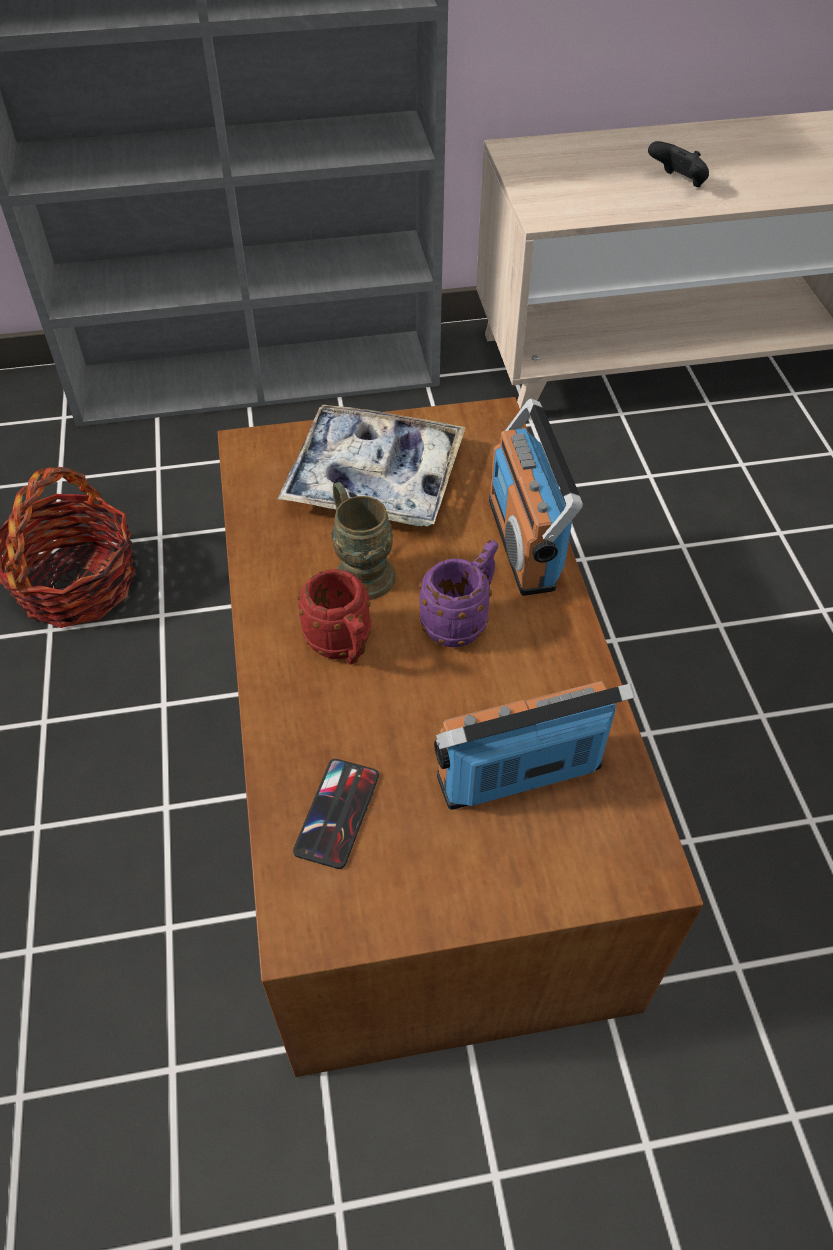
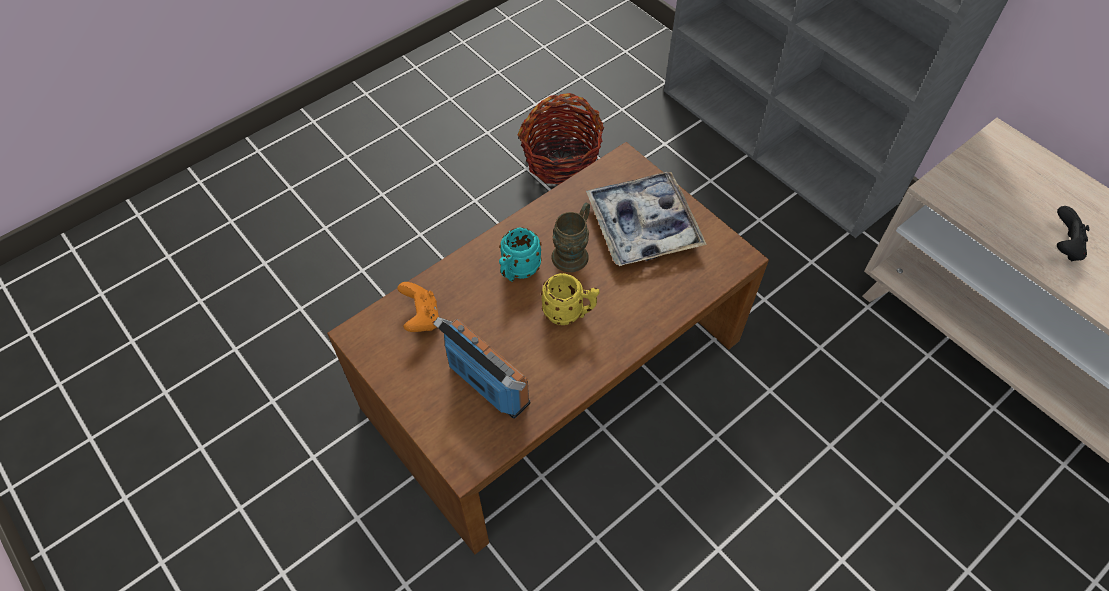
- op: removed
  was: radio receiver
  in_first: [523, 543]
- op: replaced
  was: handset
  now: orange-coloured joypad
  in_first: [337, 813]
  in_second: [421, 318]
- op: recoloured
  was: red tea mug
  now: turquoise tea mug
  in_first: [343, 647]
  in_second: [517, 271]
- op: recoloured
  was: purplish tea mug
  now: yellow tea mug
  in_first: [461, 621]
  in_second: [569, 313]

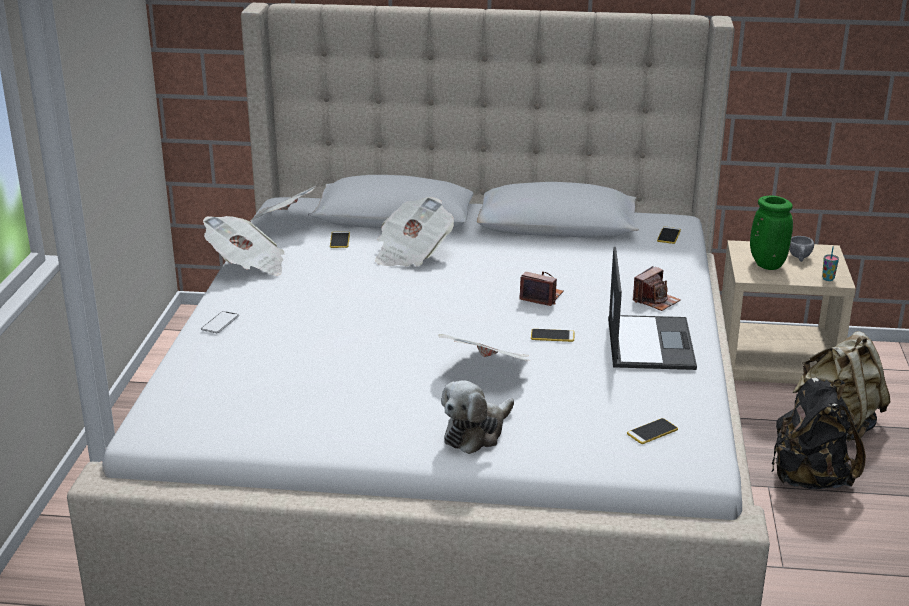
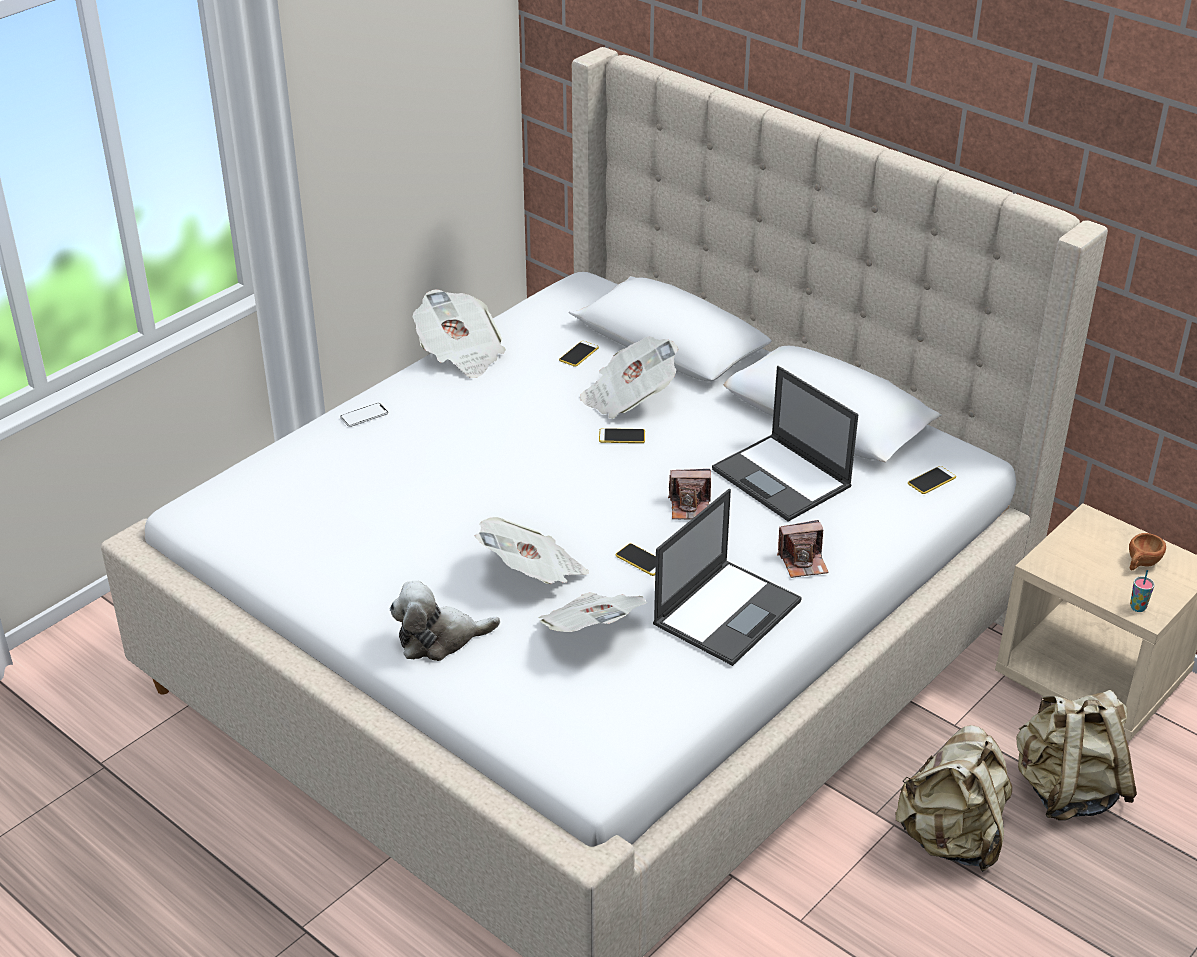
- op: removed
  was: green decorative vase
  in_first: [766, 264]
- op: added
  now: laptop
  in_second: [783, 478]
- op: moved
  was: printed paper
  in_first: [283, 222]
  in_second: [592, 632]
- op: moved
  was: handset
  in_first: [652, 432]
  in_second: [622, 436]
- op: recoloured
  was: black knapsack
  now: sand-coloured knapsack
  in_first: [809, 479]
  in_second: [951, 839]
- op: recoloured
  was: greyish small cup
  now: brown small cup
  in_first: [799, 258]
  in_second: [1141, 564]
- op: turned
  was: photo camera
  in_first: [541, 297]
  in_second: [690, 507]
  clockwise: 120

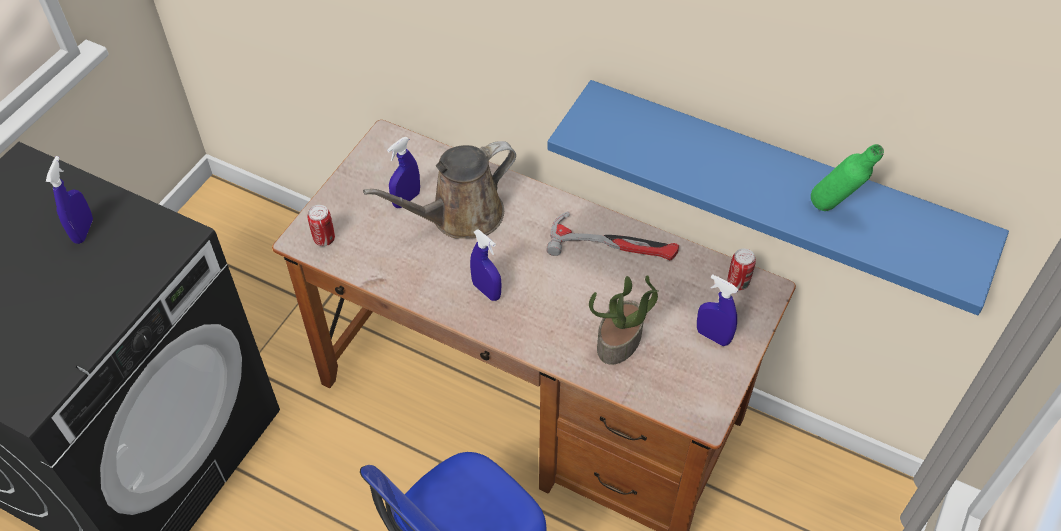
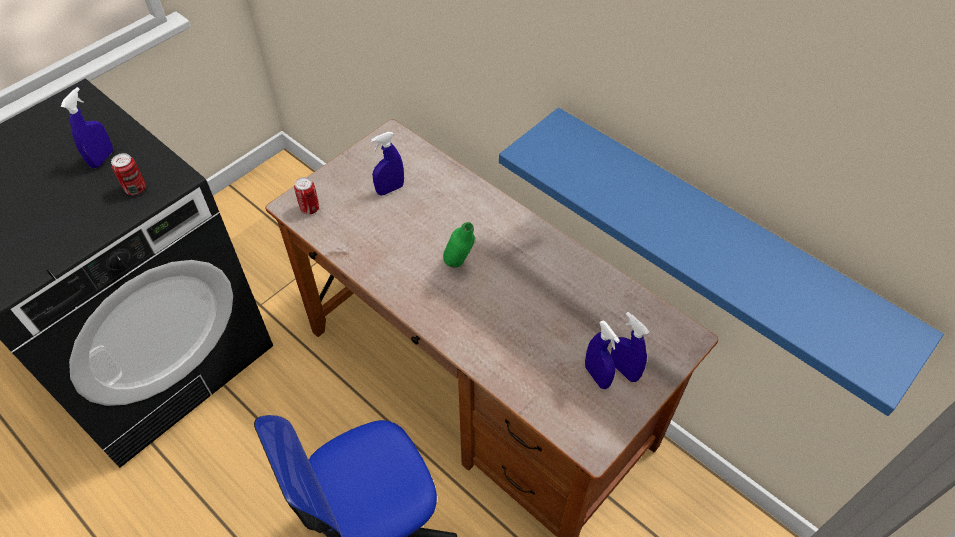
- op: removed
  was: brown watering can
  in_first: [460, 216]
- op: removed
  was: hammer
  in_first: [613, 244]
- op: removed
  was: potted plant
  in_first: [620, 341]
- op: moved
  was: blue hand sprayer
  in_first: [486, 291]
  in_second: [597, 376]
- op: moved
  was: can
  in_first: [738, 282]
  in_second: [136, 189]
- op: moved
  was: green beverage bottle
  in_first: [833, 210]
  in_second: [459, 268]

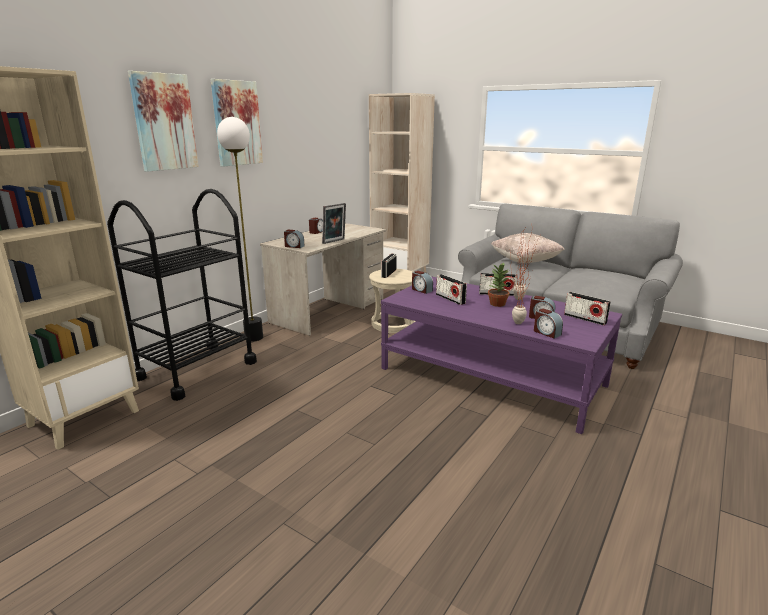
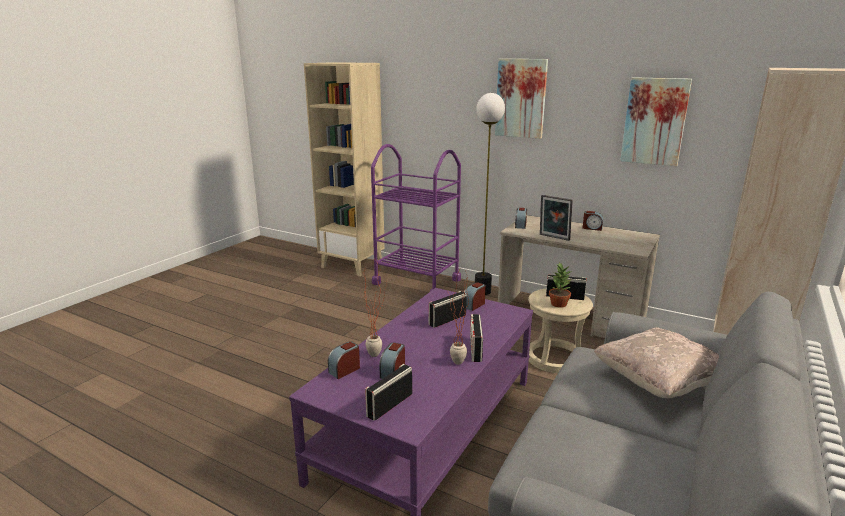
- op: moved
  was: picture
  in_first: [164, 122]
  in_second: [654, 121]
- op: moved
  was: potted plant
  in_first: [497, 304]
  in_second: [558, 304]
- op: recoloured
  was: black cart
  now: purplish cart
  in_first: [197, 370]
  in_second: [416, 281]

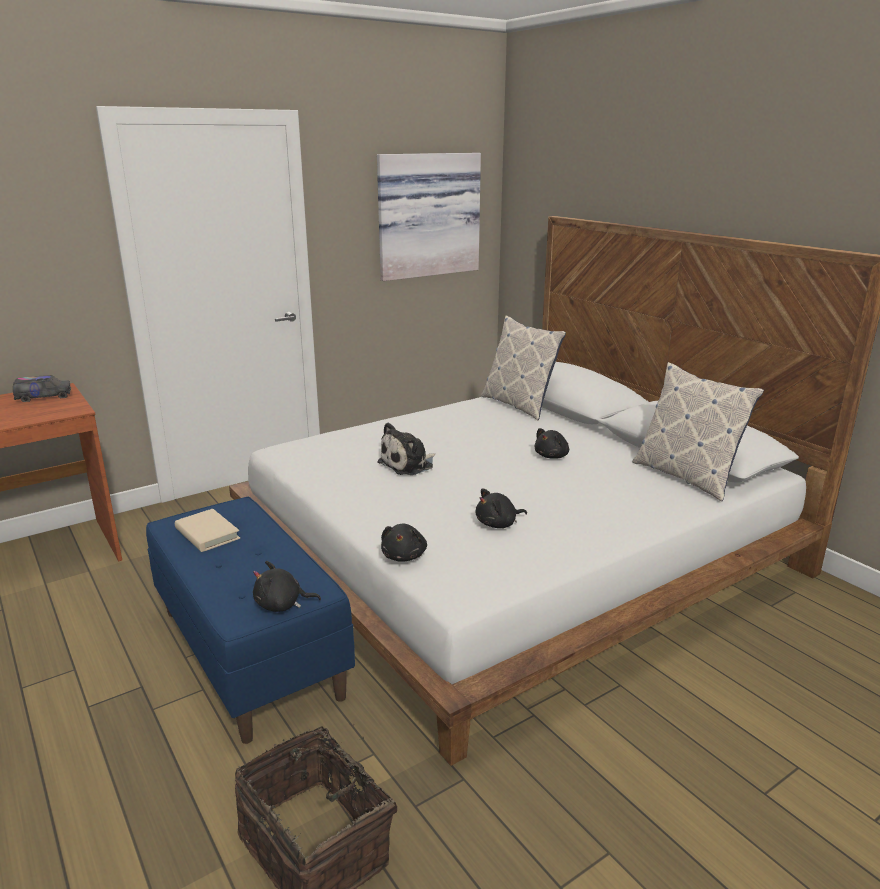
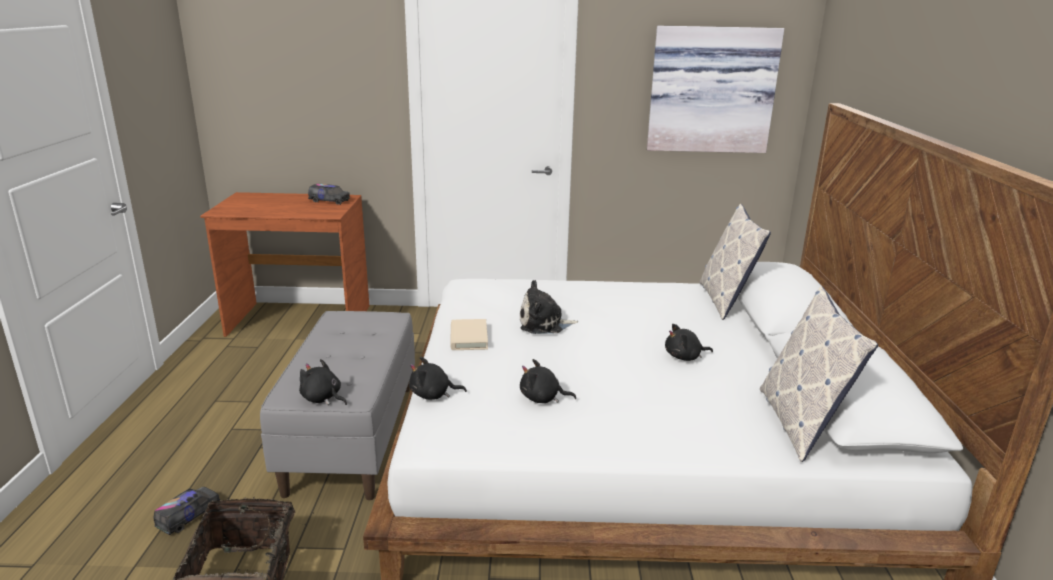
- op: added
  now: model truck
  in_second: [189, 516]
- op: moved
  was: sand-coloured book
  in_first: [207, 534]
  in_second: [468, 338]
- op: recoloured
  was: blue long seat
  now: greyish long seat
  in_first: [251, 652]
  in_second: [353, 437]
- op: turned
  was: black soft toy
  in_first: [404, 556]
  in_second: [433, 395]
  clockwise: 45

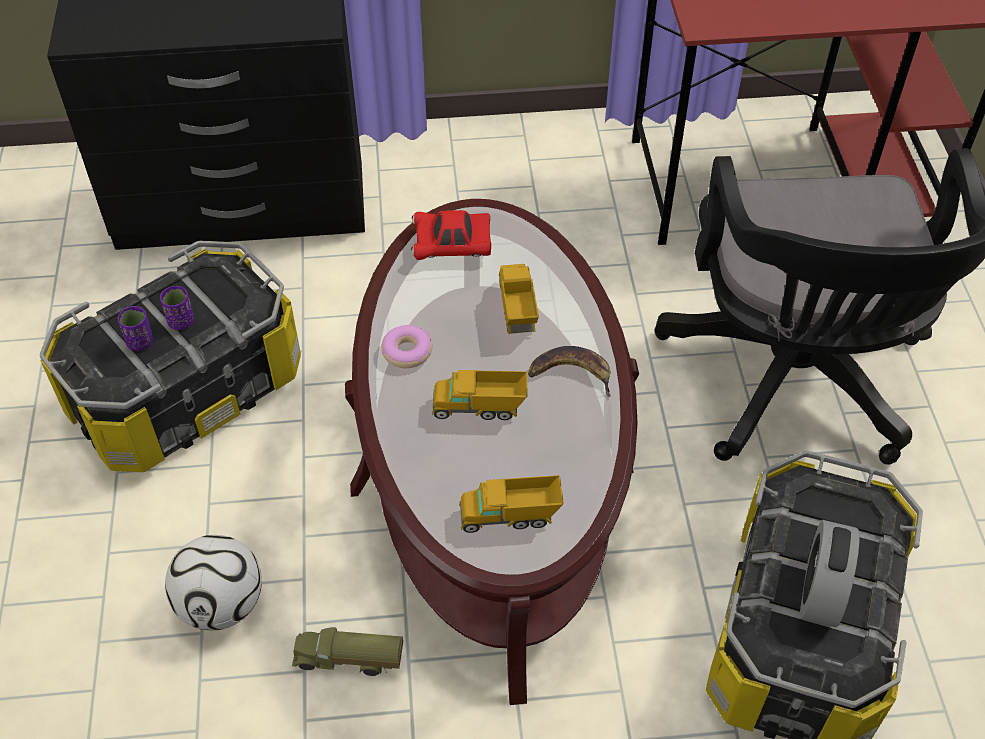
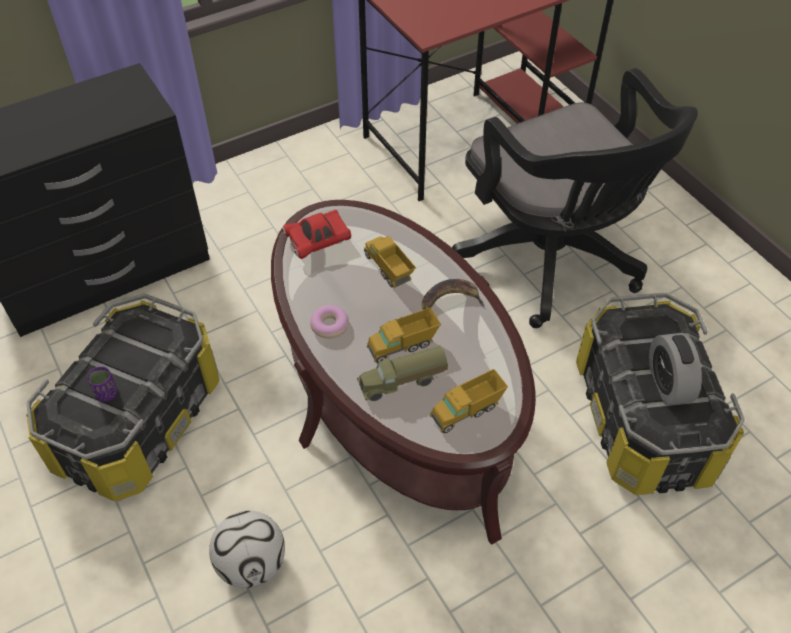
- op: removed
  was: purplish small cup
  in_first: [181, 321]
- op: moved
  was: model truck
  in_first: [349, 660]
  in_second: [402, 382]

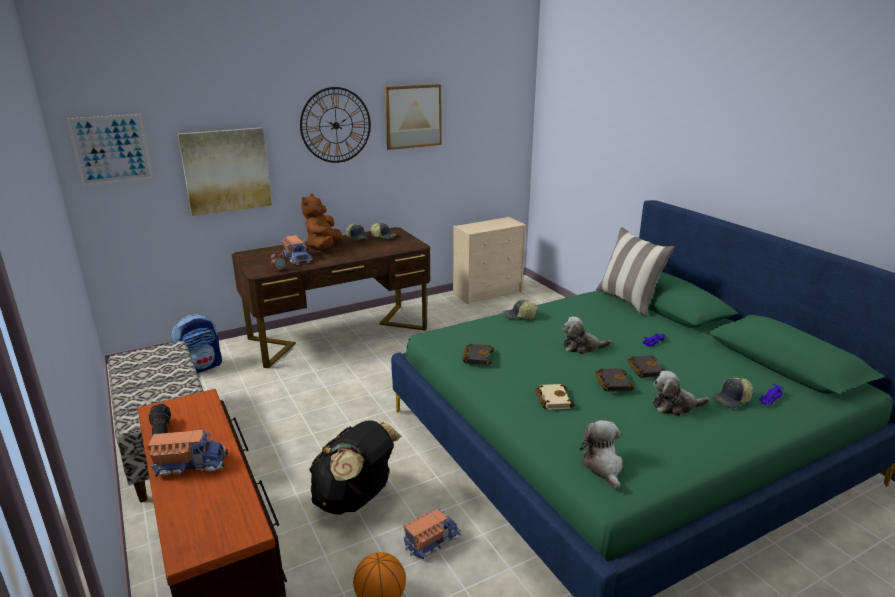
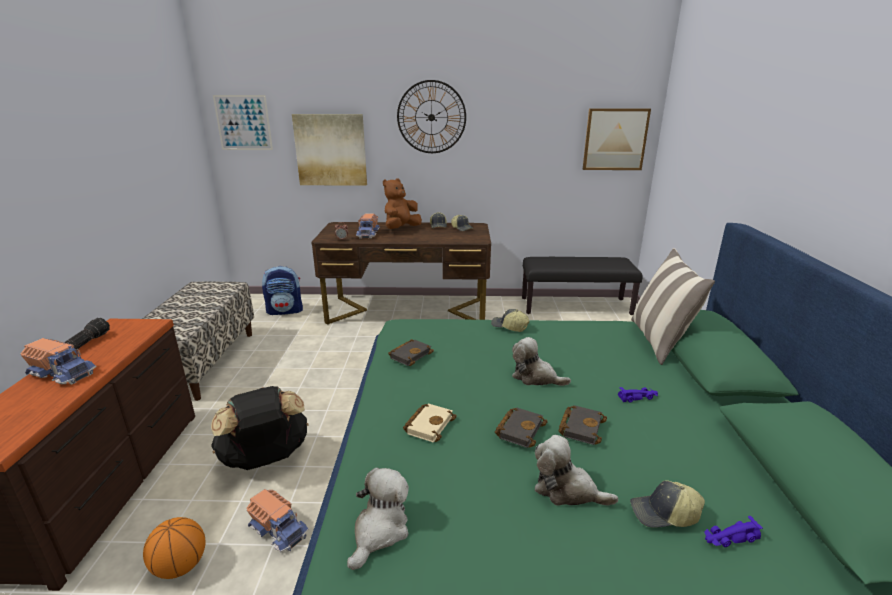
- op: moved
  was: picture
  in_first: [413, 116]
  in_second: [615, 139]
- op: replaced
  was: sand-coloured drawer chest
  now: black long seat
  in_first: [488, 293]
  in_second: [576, 306]
- op: turned
  was: model truck
  in_first: [431, 540]
  in_second: [279, 529]
  clockwise: 45

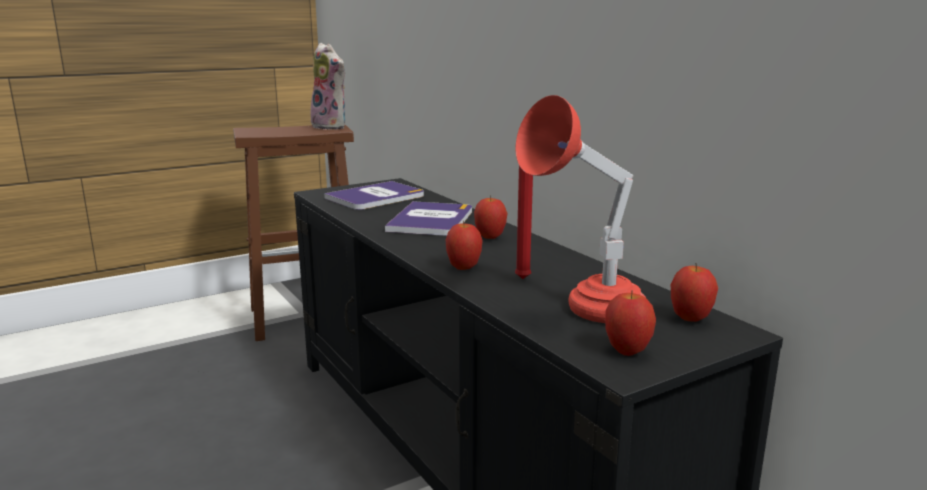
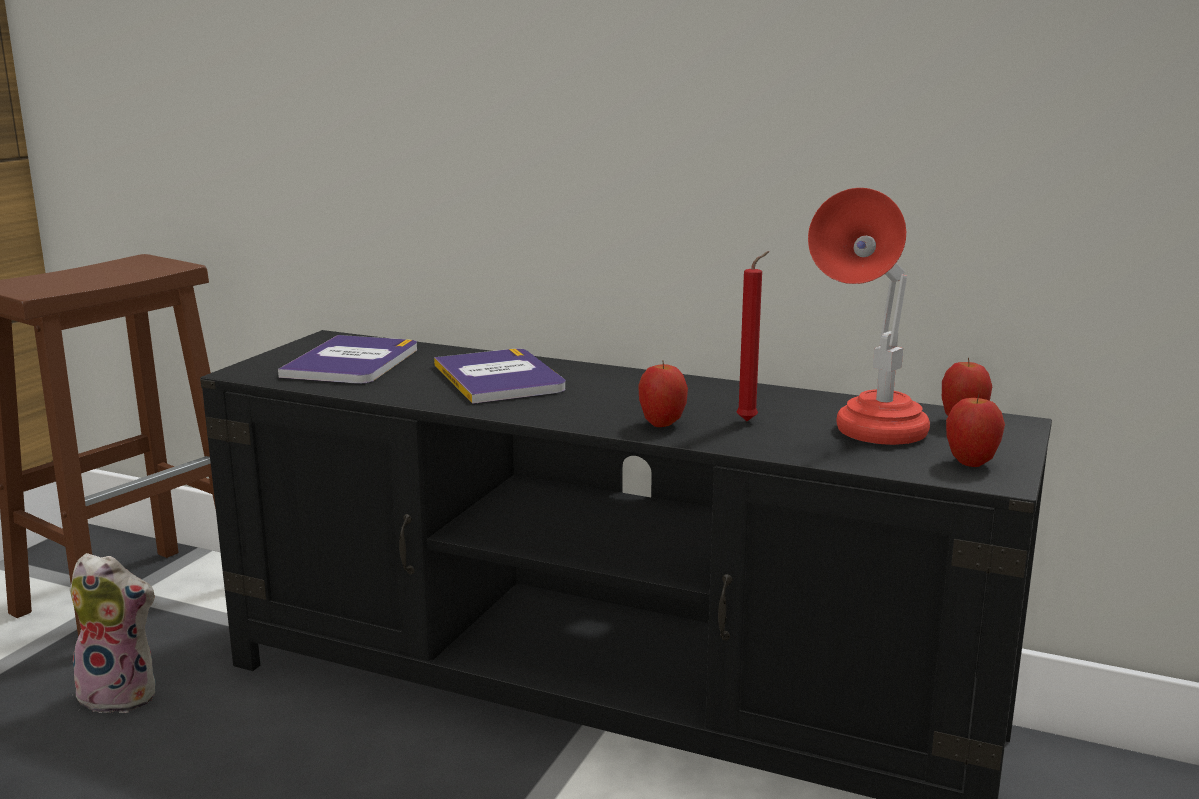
- op: removed
  was: whole apple
  in_first: [490, 237]
- op: moved
  was: soft toy
  in_first: [332, 127]
  in_second: [123, 694]

